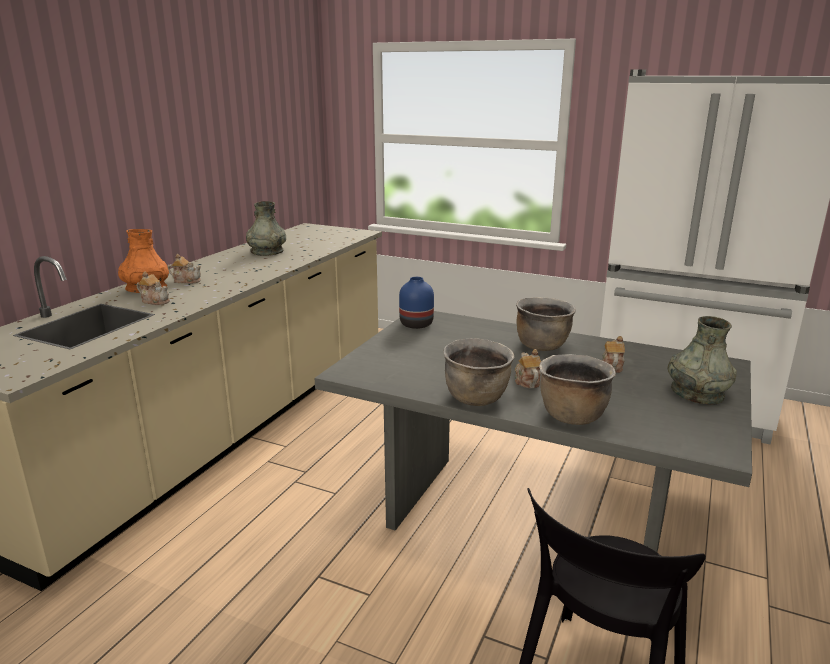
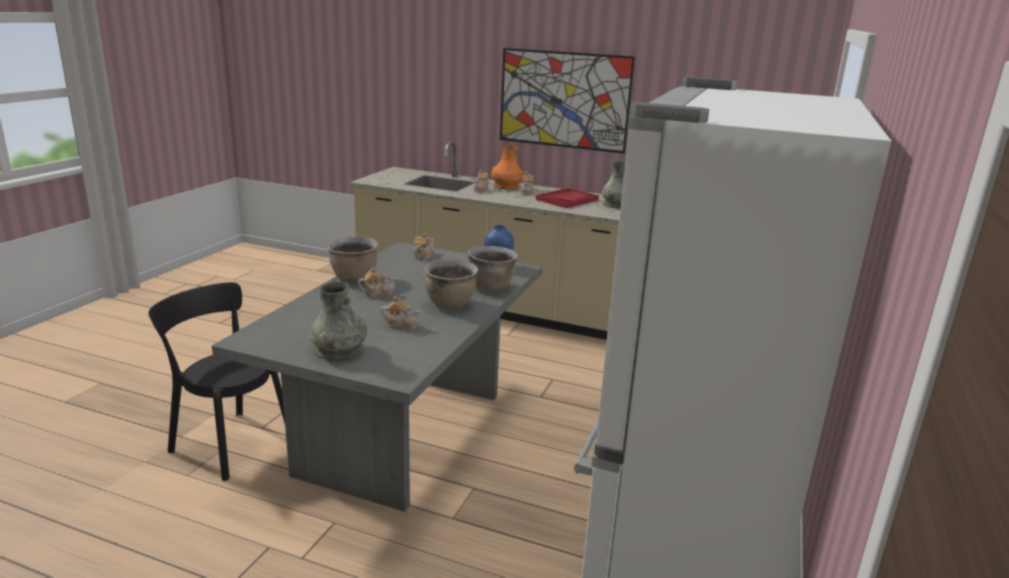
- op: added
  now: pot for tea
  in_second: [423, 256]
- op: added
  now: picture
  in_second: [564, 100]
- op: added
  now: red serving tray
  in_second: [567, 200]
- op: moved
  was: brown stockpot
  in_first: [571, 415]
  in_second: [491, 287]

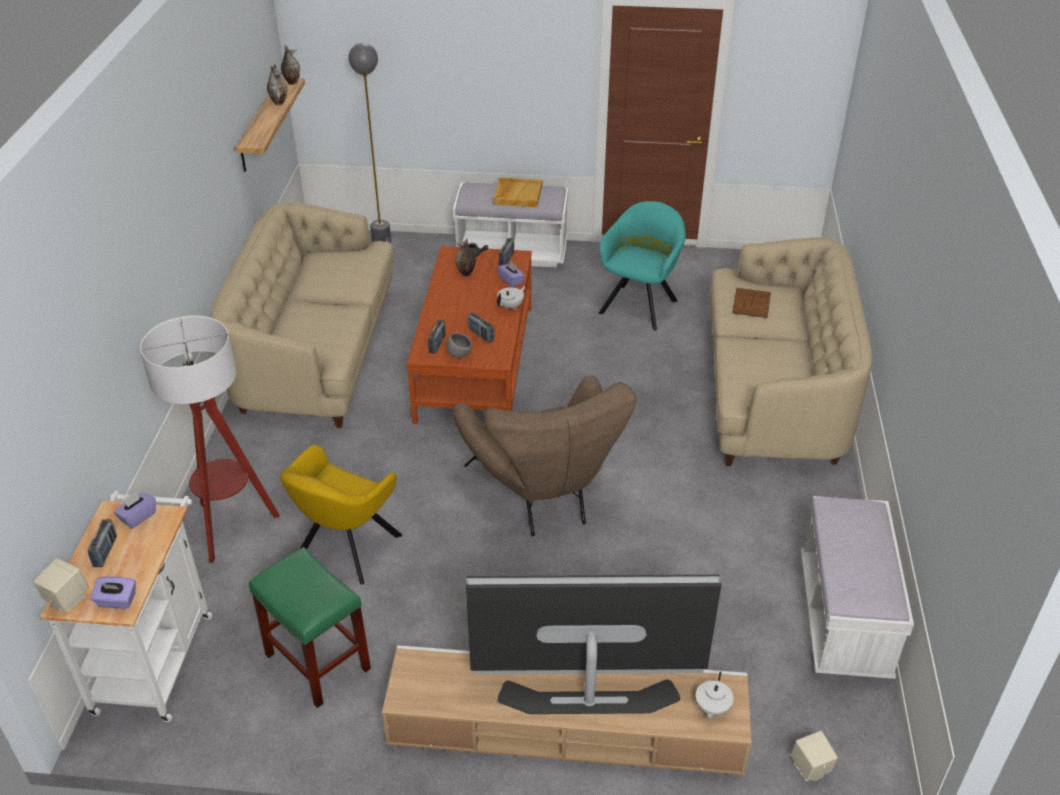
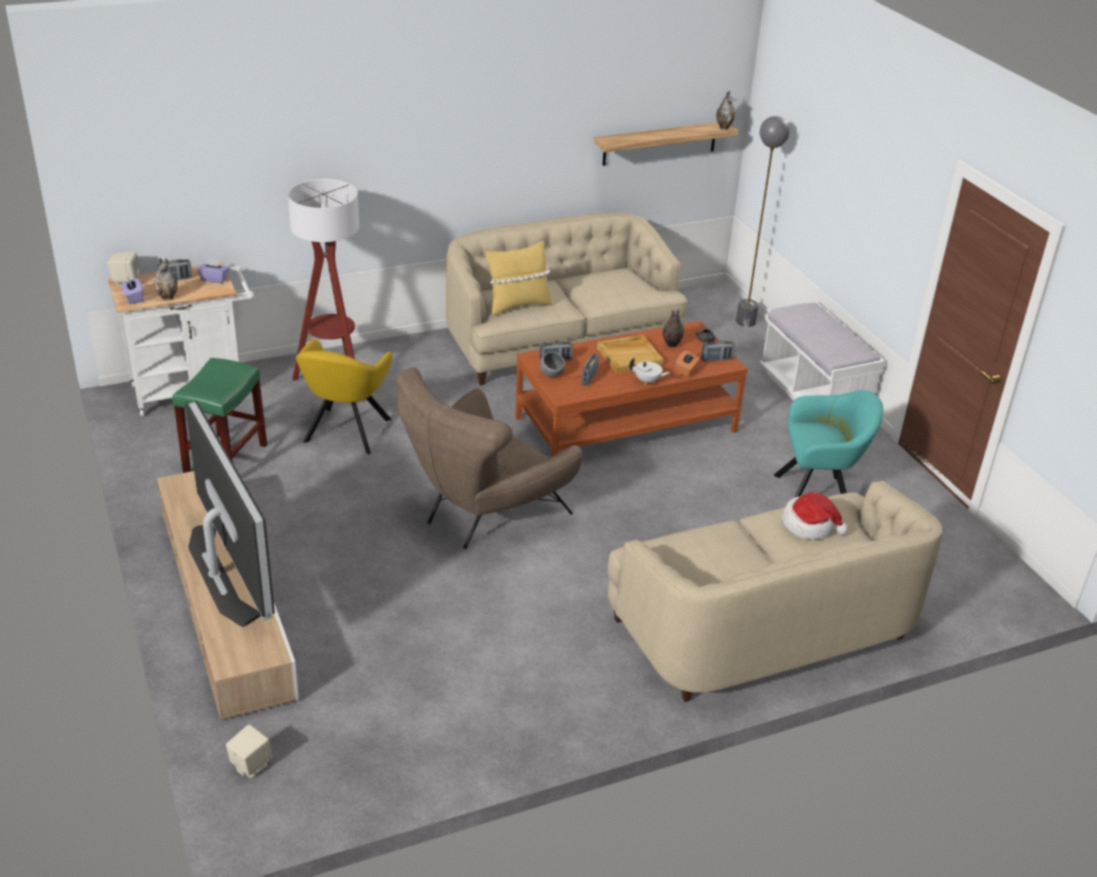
- op: removed
  was: white pot for tea
  in_first: [711, 708]
- op: removed
  was: white long seat
  in_first: [843, 618]
- op: added
  now: yellow pillow
  in_second: [518, 305]
- op: moved
  was: decorative vase
  in_first: [279, 103]
  in_second: [168, 297]
- op: moved
  was: sand-coloured serving tray
  in_first: [517, 194]
  in_second: [629, 356]
- op: replaced
  was: brown book
  now: wearable hat
  in_first: [751, 303]
  in_second: [810, 525]
- op: recoloured
  was: purplish tissue box
  now: orange-coloured tissue box
  in_first: [511, 281]
  in_second: [686, 371]
- op: turned
  was: yellow lounge chair
  in_first: [345, 550]
  in_second: [345, 433]
  clockwise: -75

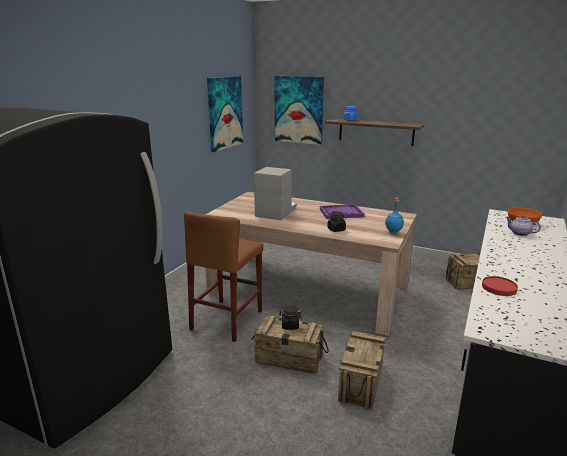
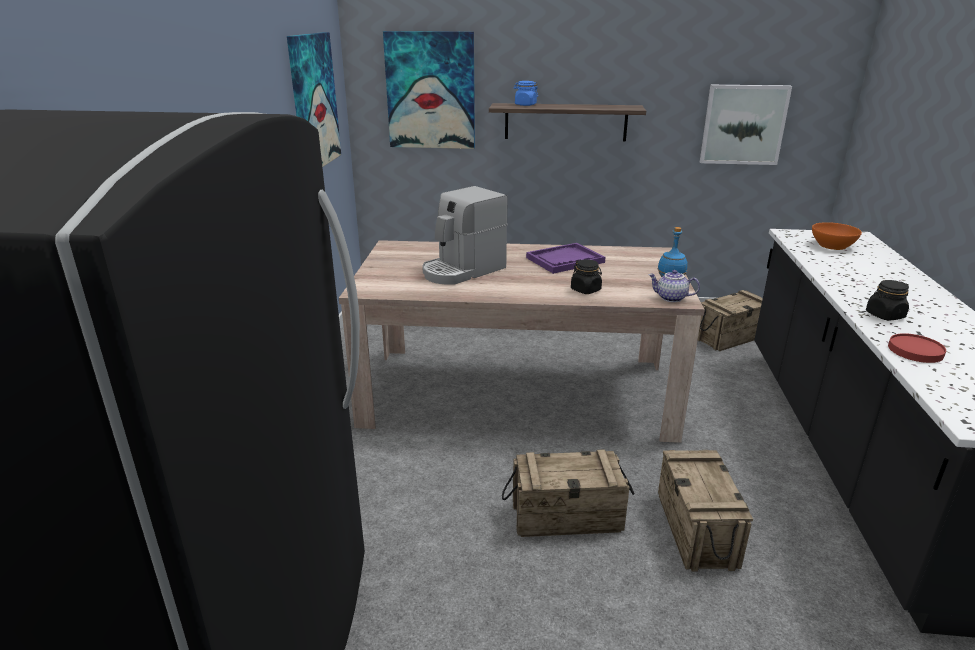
- op: removed
  was: brown stool seat
  in_first: [227, 320]
- op: added
  now: picture
  in_second: [743, 124]
- op: moved
  was: black storage jar
  in_first: [290, 325]
  in_second: [884, 315]
- op: moved
  was: pot for tea
  in_first: [519, 233]
  in_second: [671, 298]
- op: turned
  was: coffee brewer
  in_first: [277, 211]
  in_second: [462, 270]
  clockwise: -135

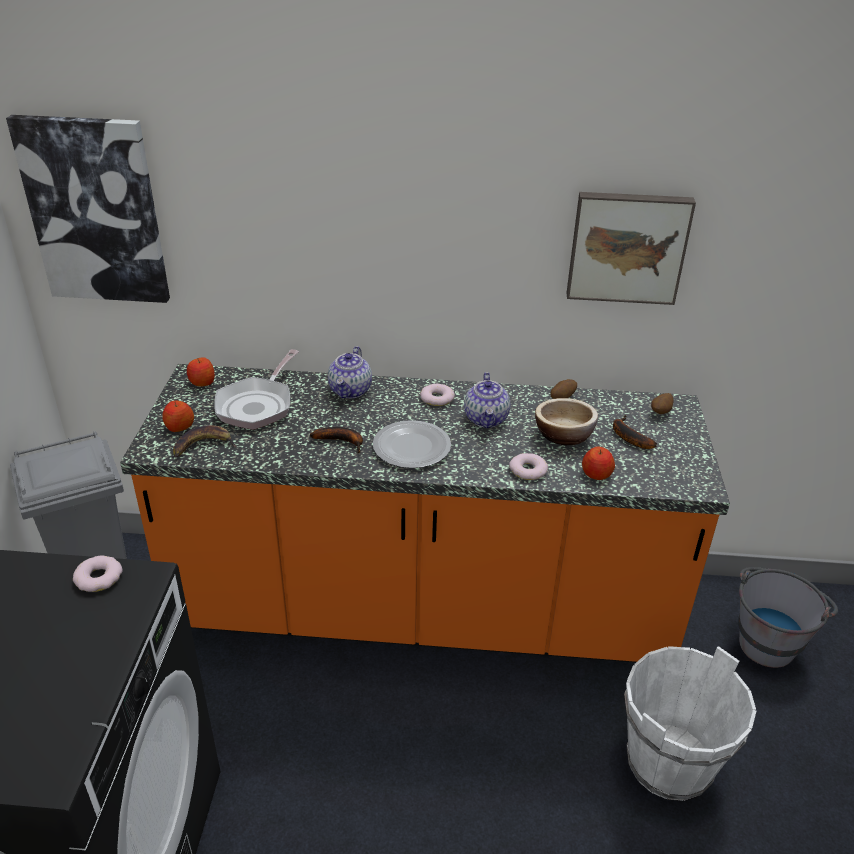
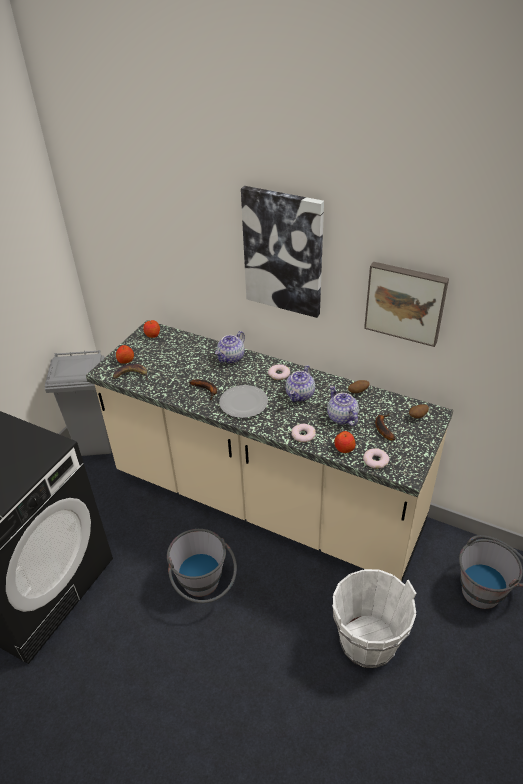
- op: removed
  was: frying pan
  in_first: [258, 405]
- op: added
  now: greyish pail
  in_second: [204, 587]
- op: moved
  was: picture
  in_first: [95, 211]
  in_second: [283, 252]
- op: moved
  was: doughnut
  in_first: [99, 577]
  in_second: [375, 460]
- op: replaced
  was: bowl
  now: pot for tea
  in_first: [563, 435]
  in_second: [341, 417]
- op: recoloured
  was: orange-coloured kitchen counter
  now: sand-coloured kitchen counter
  in_first: [422, 613]
  in_second: [265, 502]

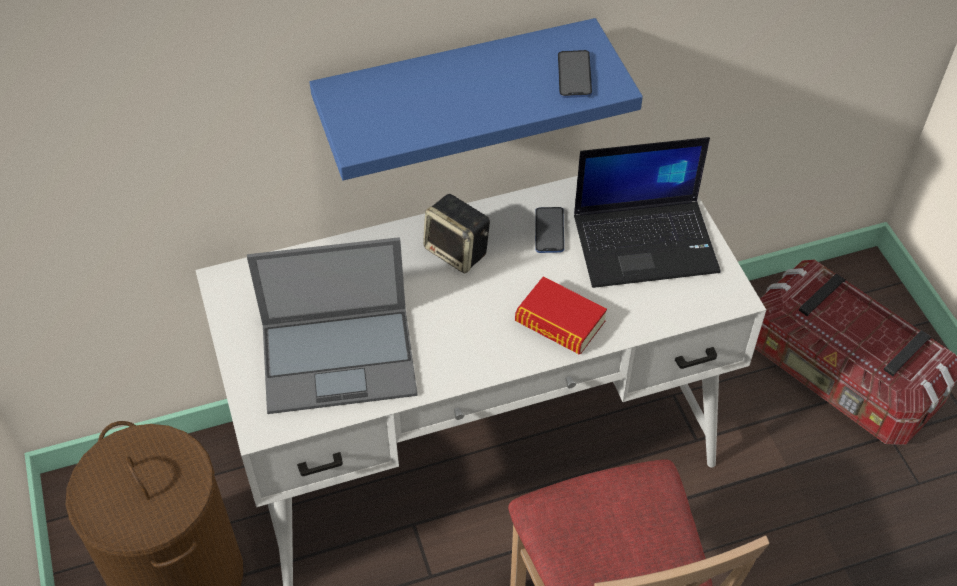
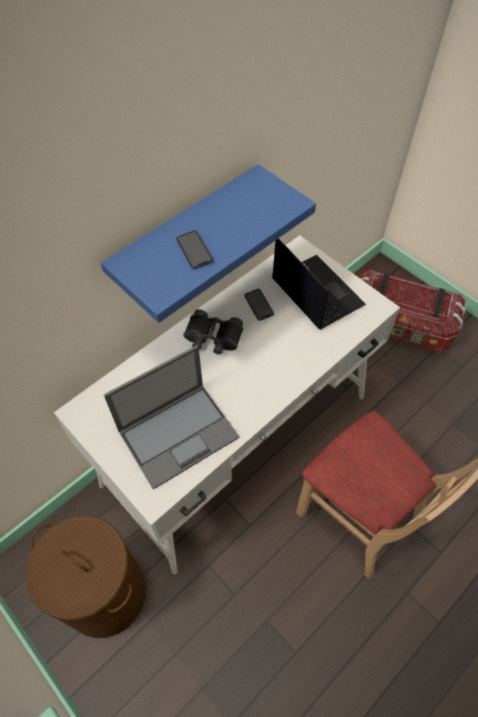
- op: removed
  was: book
  in_first: [560, 322]
- op: moved
  was: handset
  in_first: [574, 75]
  in_second: [194, 250]
- op: replaced
  was: loudspeaker
  now: black field glasses
  in_first: [458, 251]
  in_second: [213, 337]
- op: turned
  was: laptop
  in_first: [646, 242]
  in_second: [315, 292]
  clockwise: -90

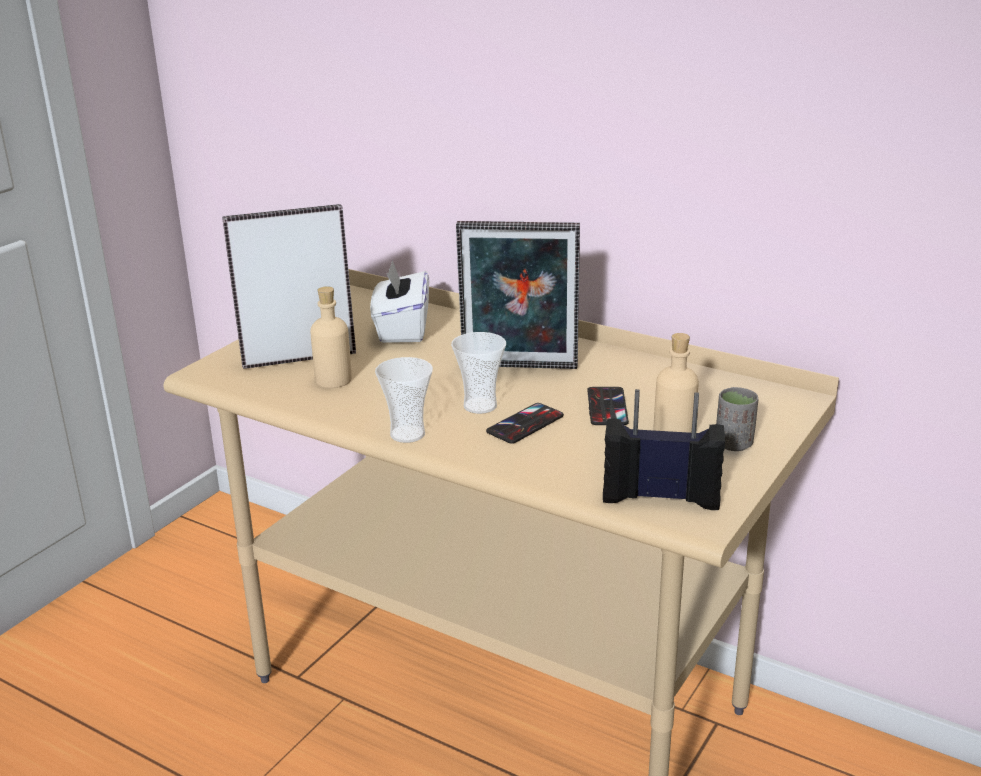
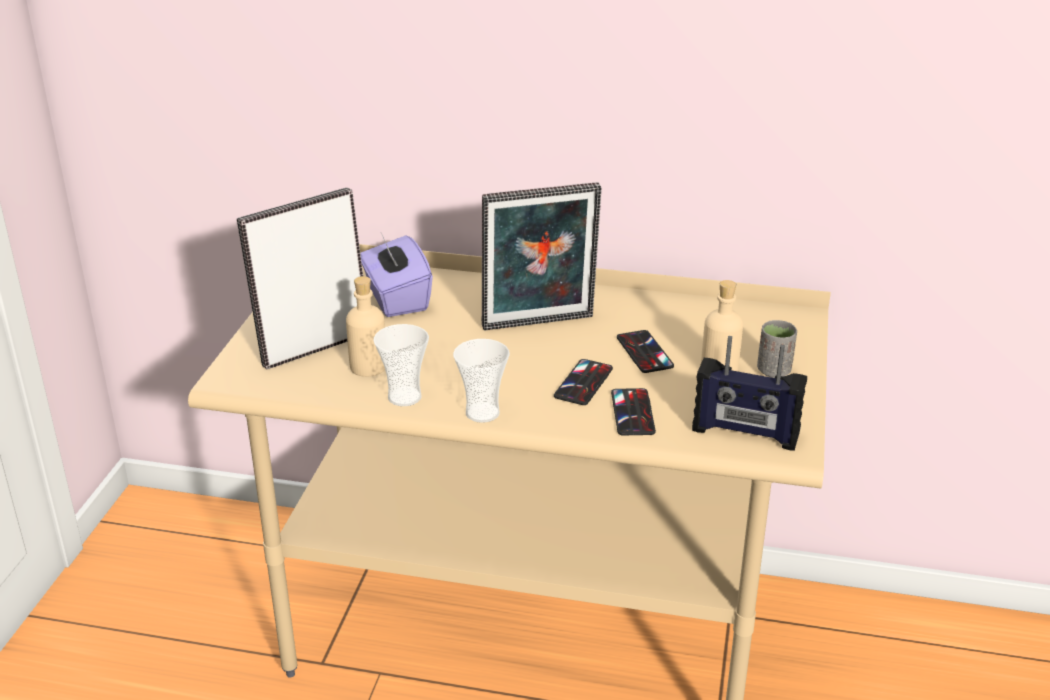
- op: added
  now: handset
  in_second: [633, 412]
- op: moved
  was: small cup
  in_first: [480, 406]
  in_second: [404, 397]
- op: recoloured
  was: white tissue box
  now: purplish tissue box
  in_first: [402, 329]
  in_second: [396, 299]
- op: turned
  was: radio receiver
  in_first: [660, 496]
  in_second: [745, 433]
  clockwise: -150

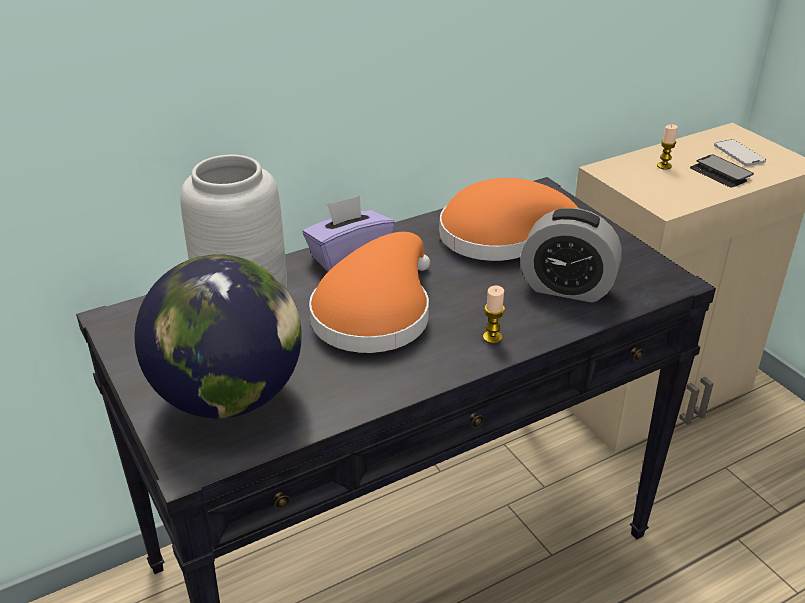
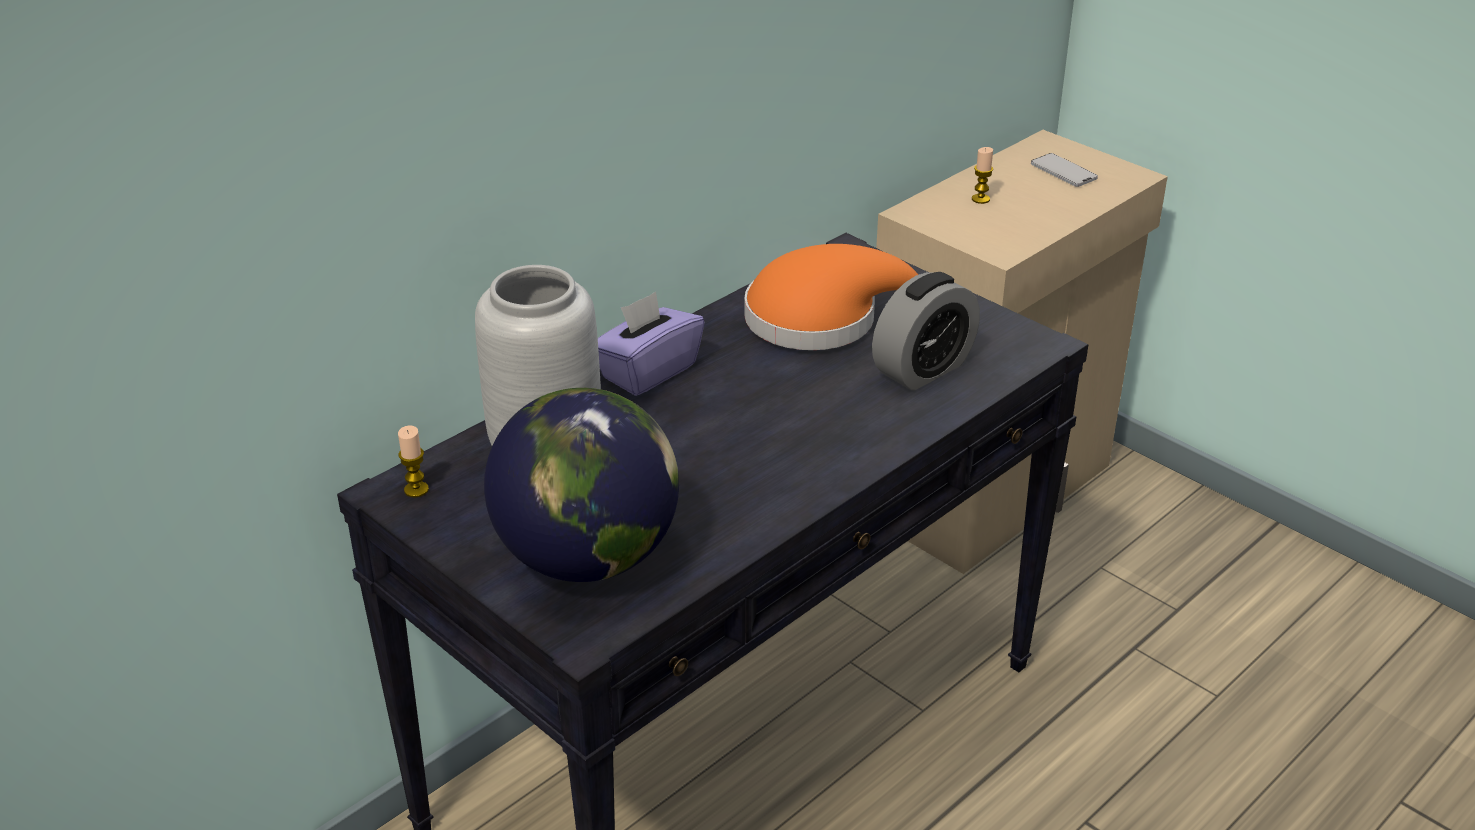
- op: removed
  was: orange-coloured wearable hat
  in_first: [375, 314]
- op: removed
  was: handset
  in_first: [721, 173]
- op: moved
  was: wax candle
  in_first: [492, 337]
  in_second: [416, 490]
- op: turned
  was: bedside clock
  in_first: [567, 288]
  in_second: [923, 369]
  clockwise: -45

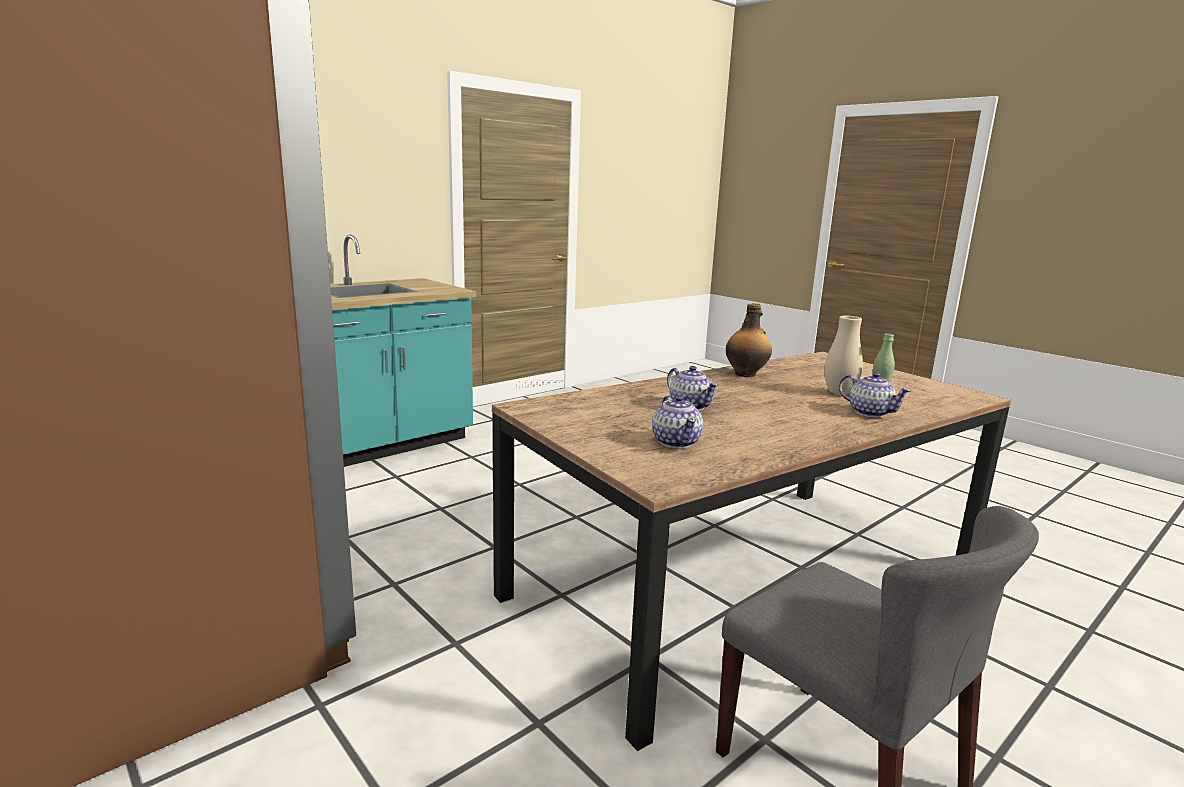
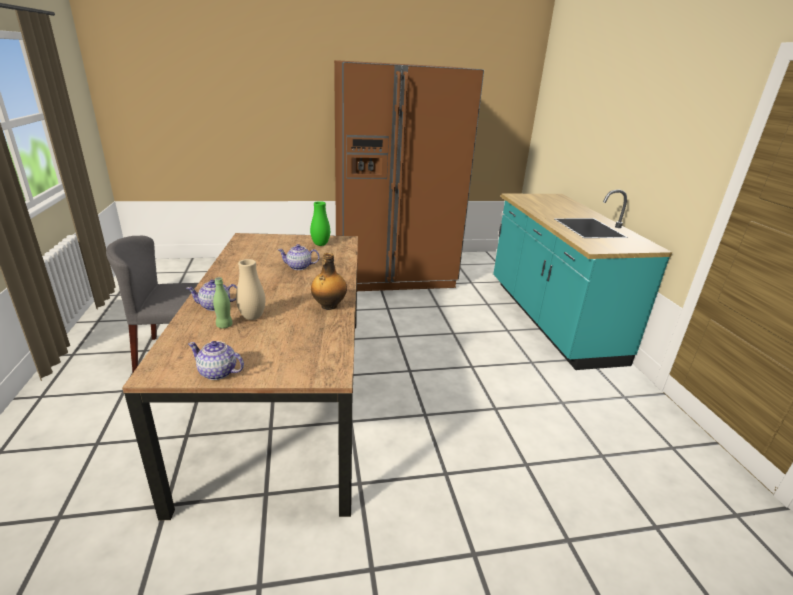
- op: added
  now: green decorative vase
  in_second: [320, 244]
- op: moved
  was: pot for tea
  in_first: [676, 442]
  in_second: [218, 373]

